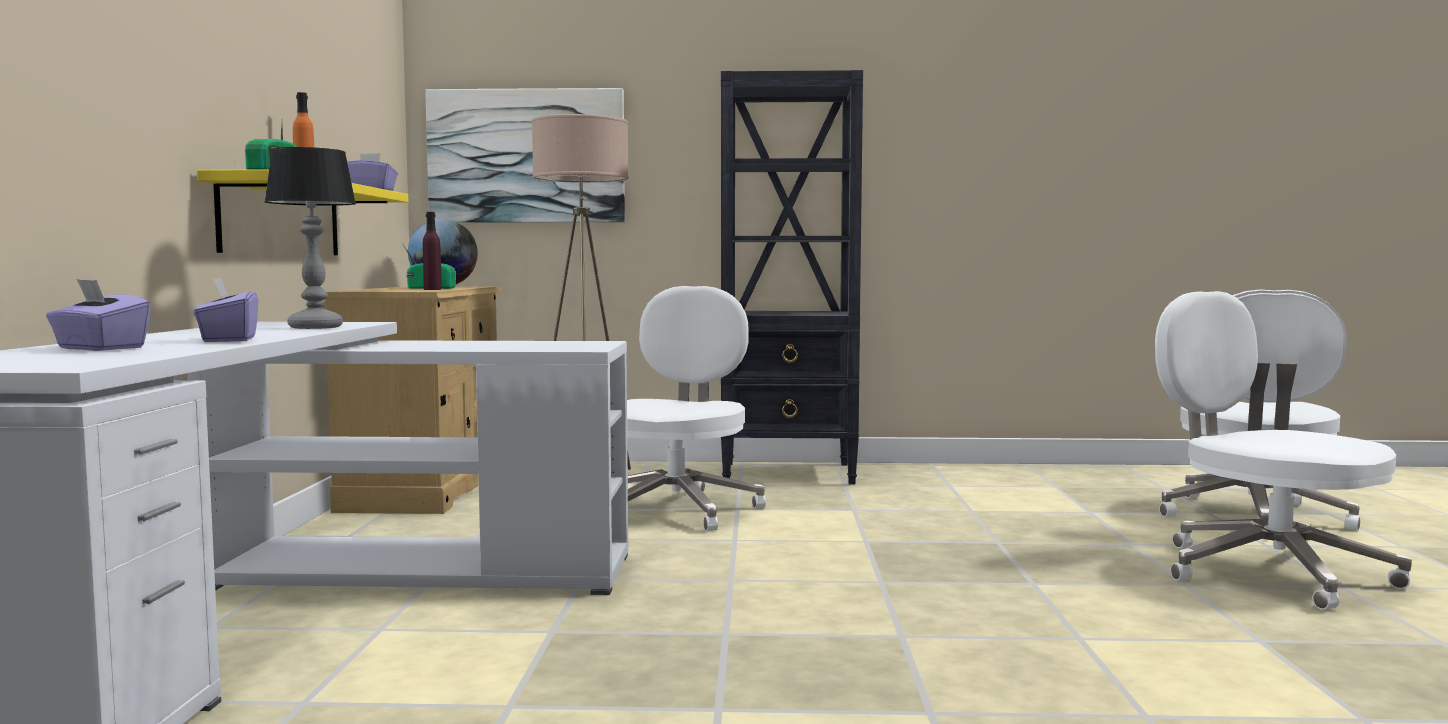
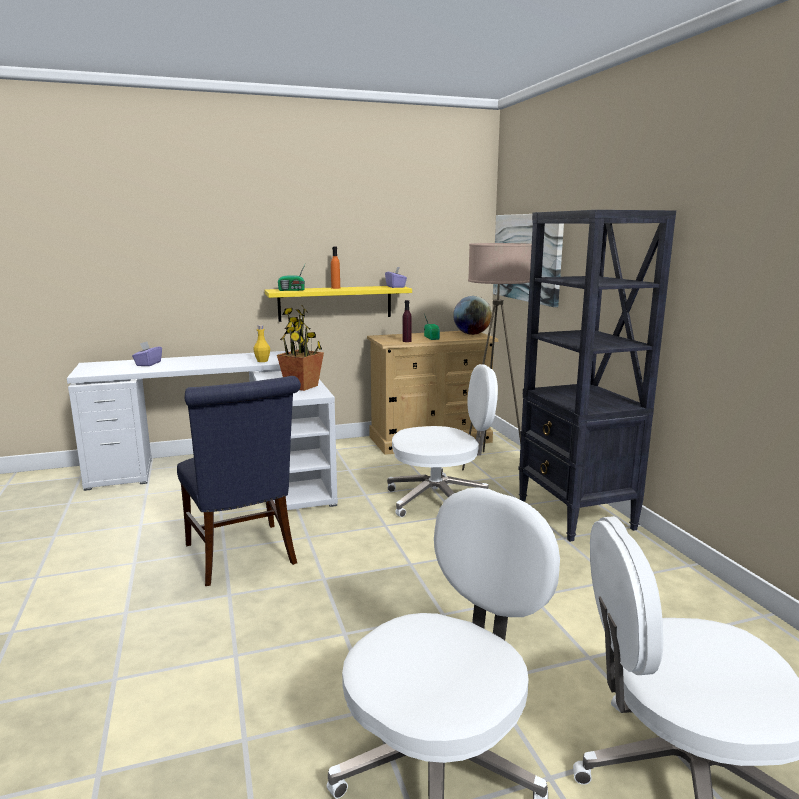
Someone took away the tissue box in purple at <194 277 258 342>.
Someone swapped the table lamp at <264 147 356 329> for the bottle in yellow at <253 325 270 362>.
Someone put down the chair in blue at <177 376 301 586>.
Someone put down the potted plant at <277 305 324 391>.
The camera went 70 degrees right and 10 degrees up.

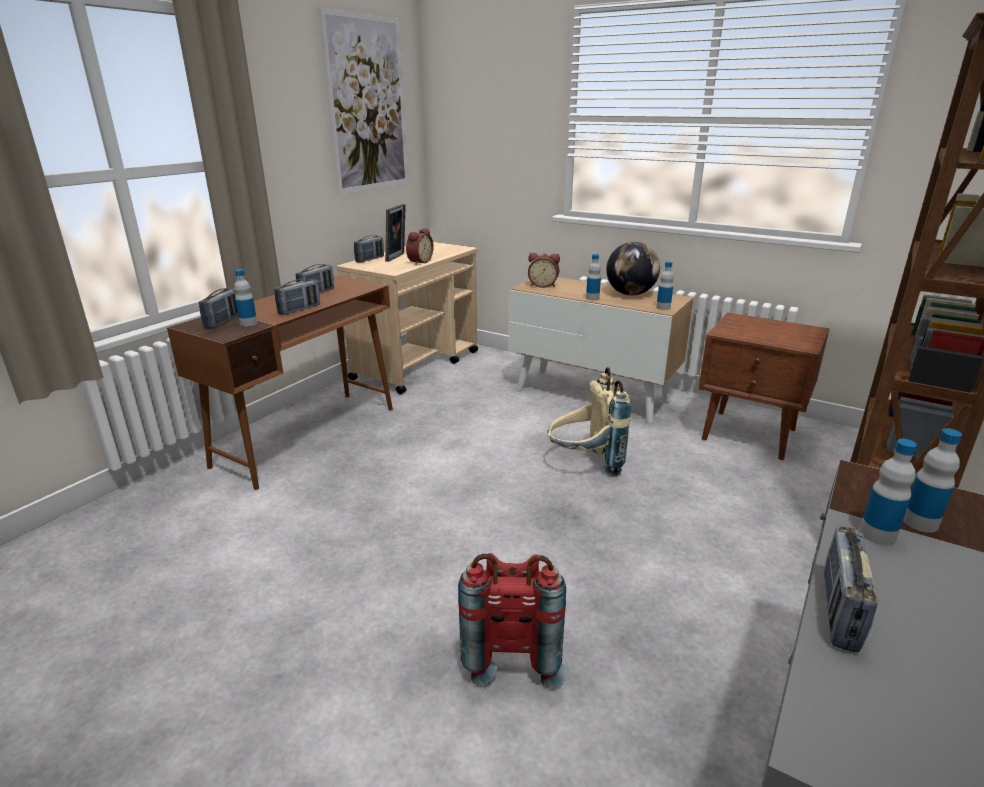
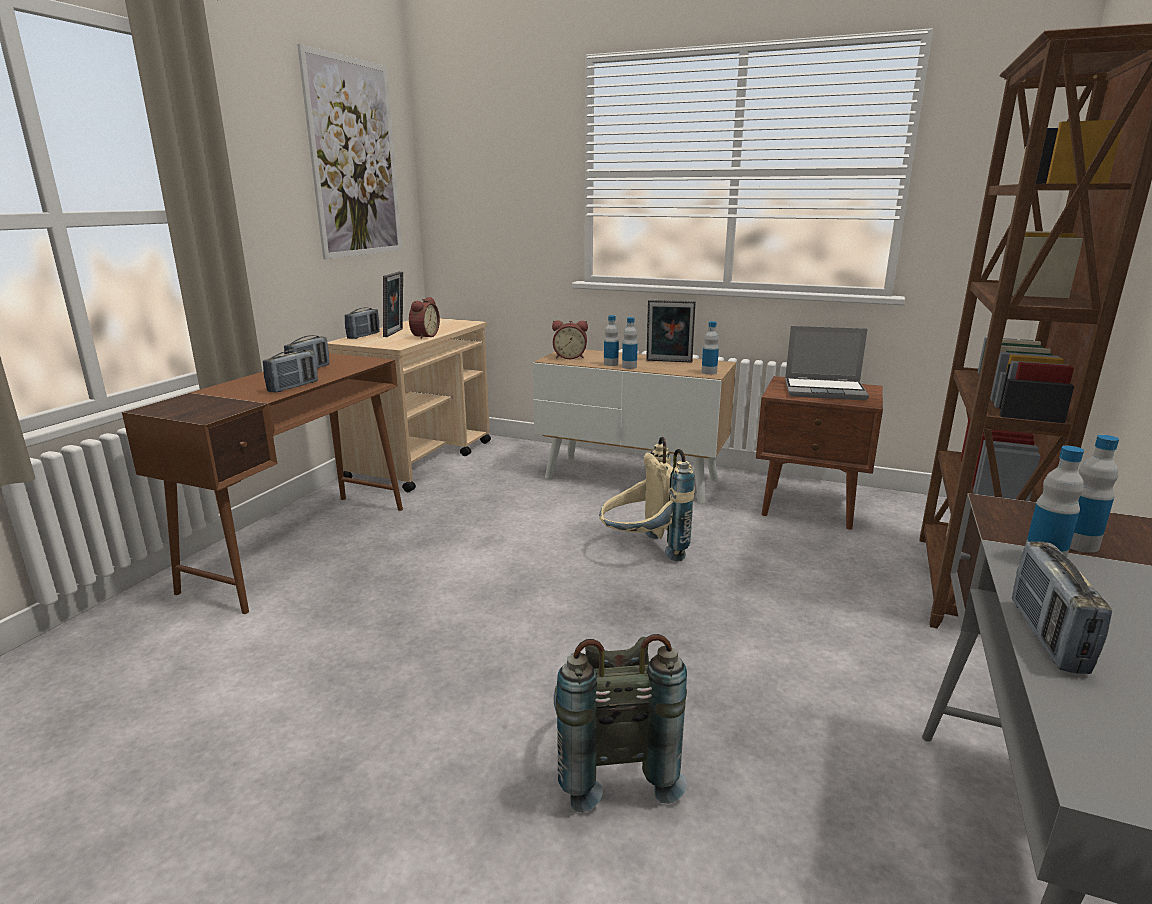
Someone took away the radio at <199 288 238 329>.
Someone carried the bottle from <234 269 257 327> to <604 315 619 366>.
Someone repainted the backpack in red at <458 553 567 689>, which became the backpack in grey at <554 634 687 813>.
Someone swapped the globe at <606 242 660 295> for the picture frame at <646 300 696 363>.
Someone put down the laptop at <785 326 869 400>.
The camera went 10 degrees left and 5 degrees down.

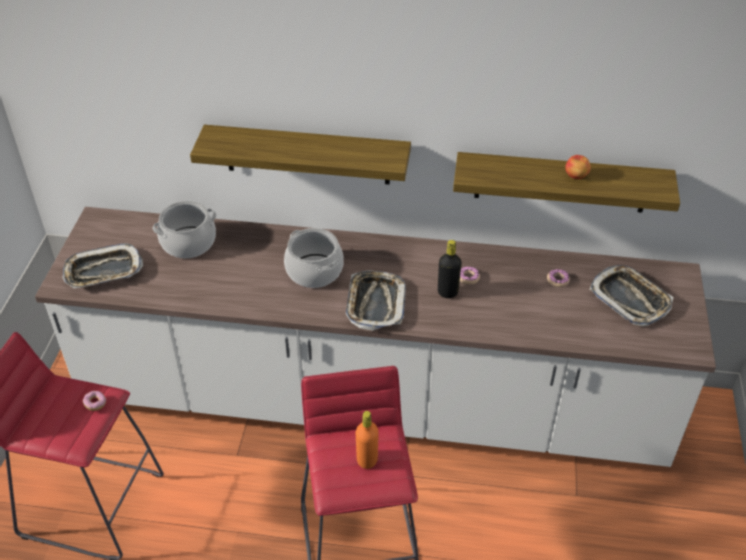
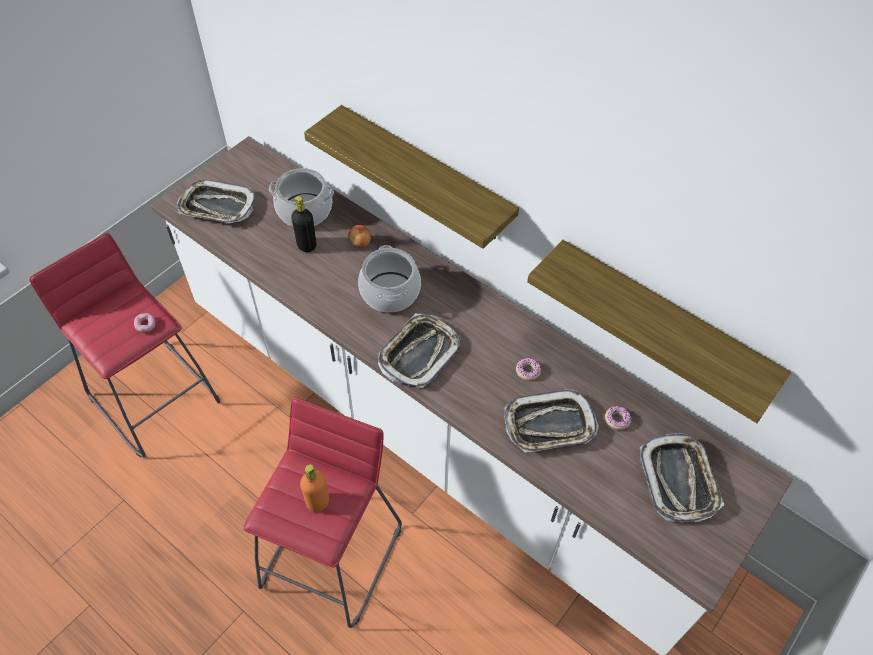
Someone carried the bottle in black from <438 240 462 298> to <291 196 316 252>.
Someone carried the apple from <565 155 591 179> to <349 225 371 248>.
Someone put down the tray at <505 389 599 453>.
The camera went 30 degrees right and 10 degrees up.

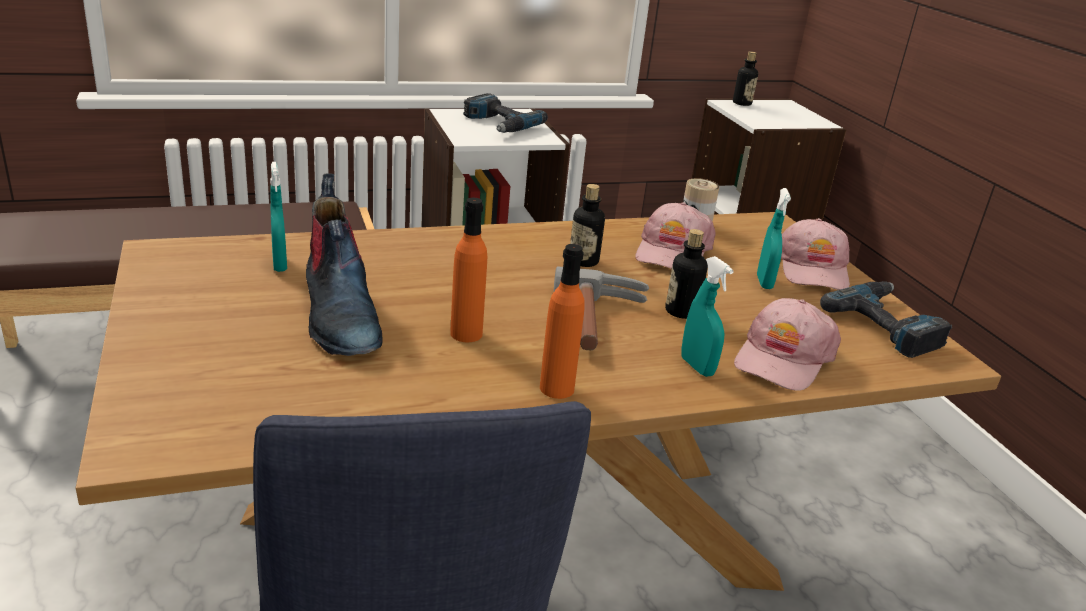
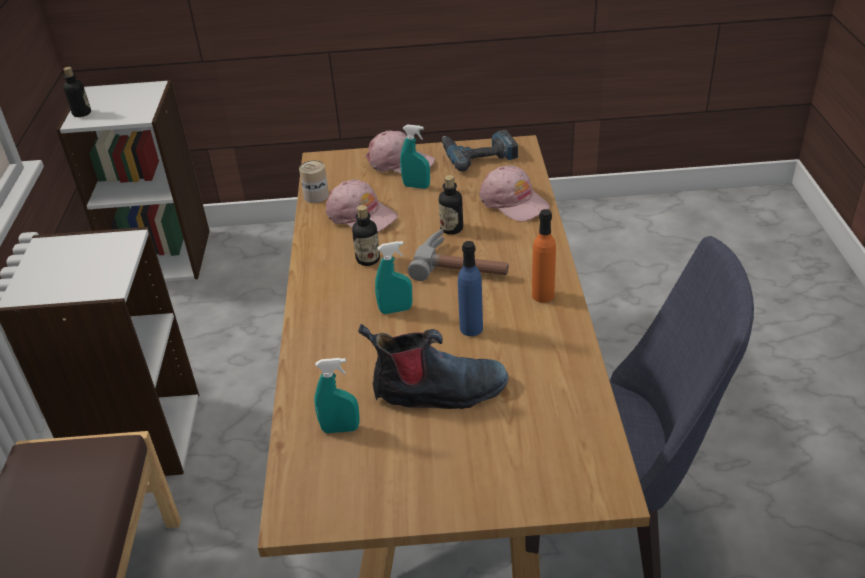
Someone repainted the bottle in orange at <450 198 487 342>, which became the bottle in blue at <458 241 483 336>.
Someone took away the power drill at <463 93 548 133>.
Someone carried the spray bottle in turquoise from <682 256 734 377> to <375 241 412 314>.
The camera went 70 degrees left and 10 degrees up.

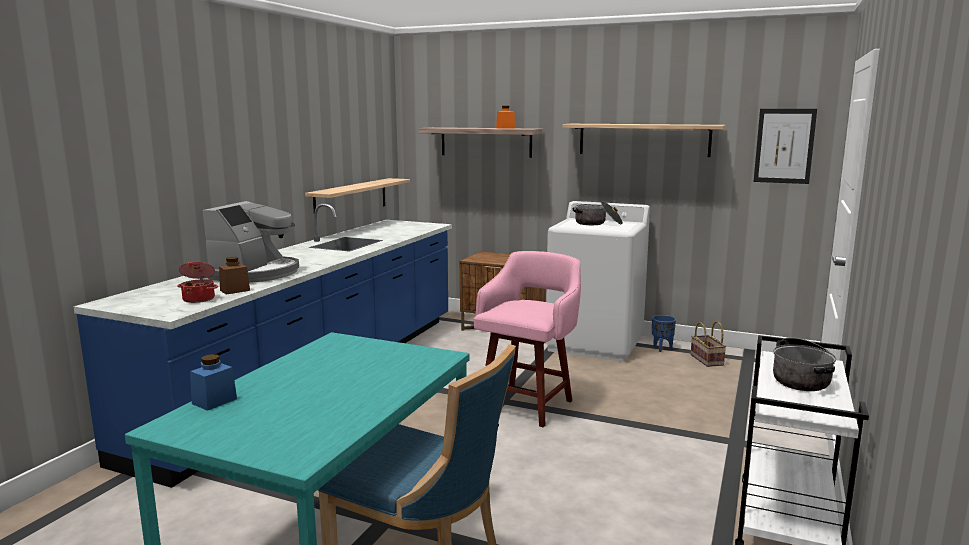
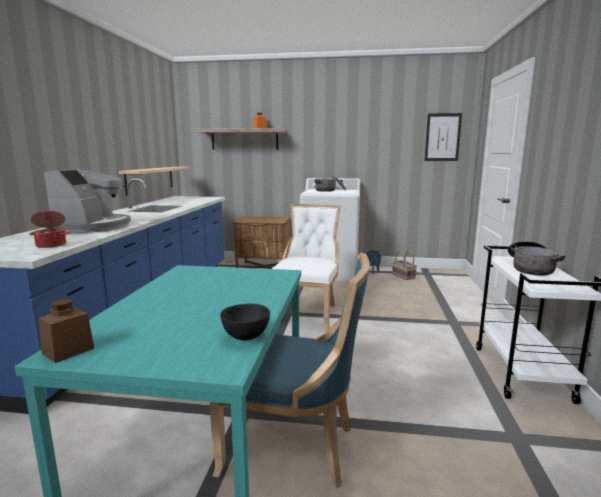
Someone took away the jar in blue at <190 354 237 411>.
Someone carried the jar in brown from <219 257 250 295> to <39 299 94 363>.
Someone swapped the stool in pink at <474 251 581 427> for the chair in white at <272 204 340 331>.
Someone took away the shelf at <563 124 726 157>.
Someone put down the bowl in black at <220 304 270 340>.
The camera went 15 degrees left and 0 degrees up.

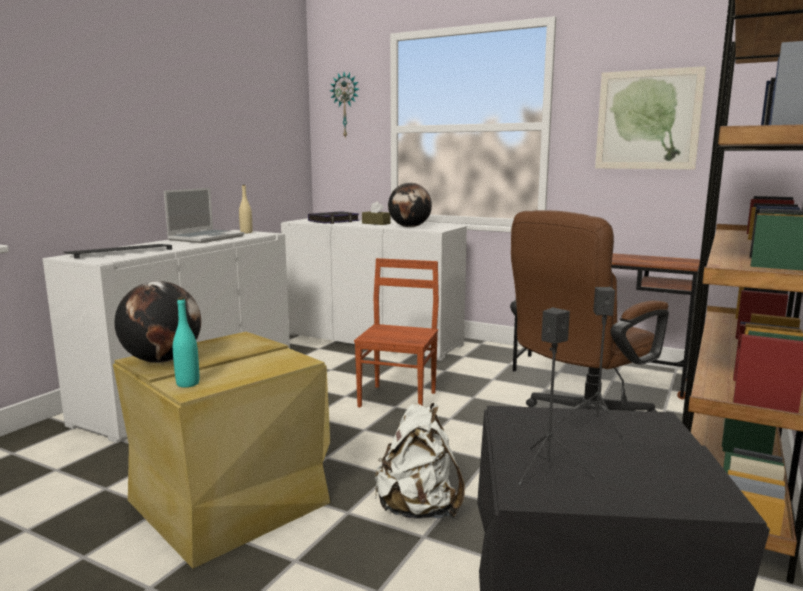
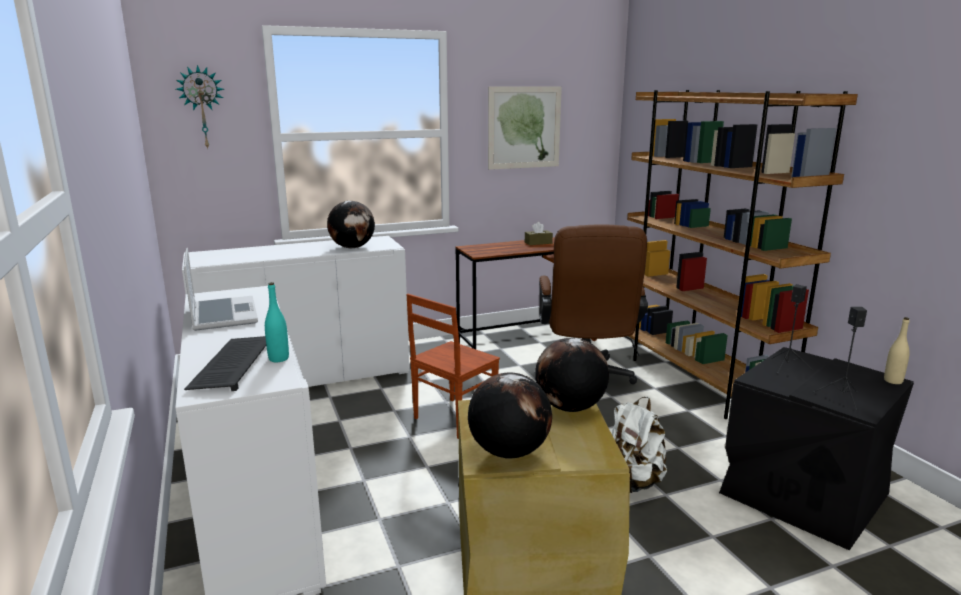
Someone carried the bottle in turquoise from <173 297 199 388> to <265 282 289 362>.
Someone carried the bottle in beige from <239 185 253 233> to <884 317 910 384>.
Someone took away the book at <308 211 359 224>.
Someone rotated the chair in brown at <354 258 439 407> by 105 degrees counterclockwise.
Someone carried the tissue box in brown from <362 201 390 225> to <525 222 553 245>.
Someone put down the globe at <535 338 609 412>.
The camera went 50 degrees left and 5 degrees up.

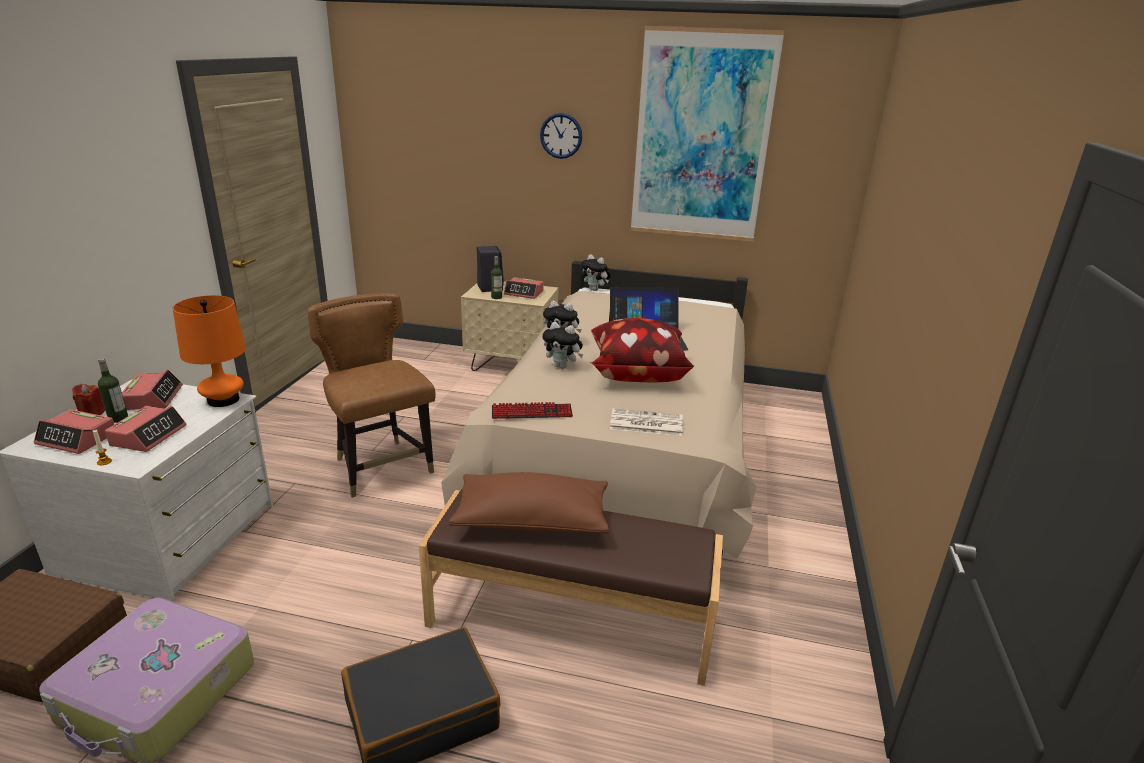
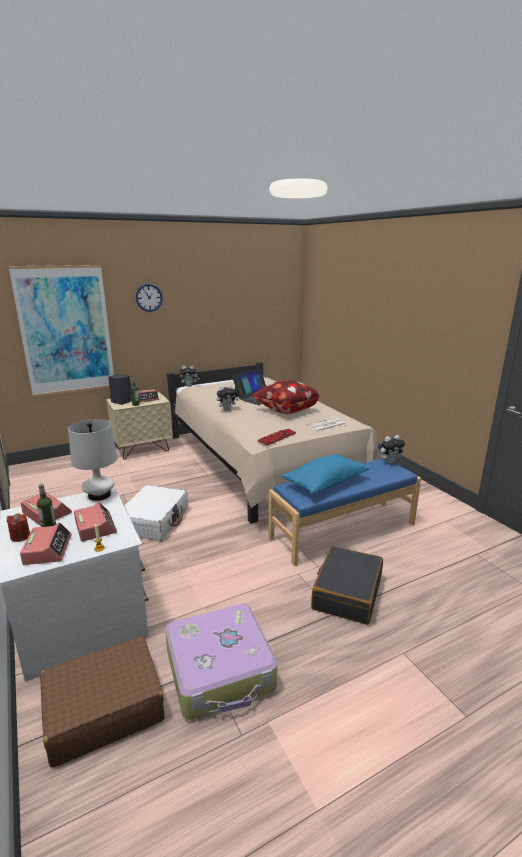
Someone rotated the alarm clock at <34 409 114 454> by 75 degrees counterclockwise.
Someone repainted the table lamp in orange at <173 295 246 407>, which became the table lamp in white at <68 419 117 501>.
Someone swapped the chair in brown at <307 293 436 498> for the suitcase in white at <124 485 188 541>.
Someone repainted the bench in brown at <419 489 723 686>, which became the bench in blue at <268 459 421 566>.
Someone repainted the pillow in brown at <449 472 609 534>, which became the pillow in blue at <282 454 369 494>.
Someone carried the plush toy from <542 322 584 369> to <380 435 405 464>.
Someone carried the picture from <630 26 785 242> to <8 265 114 397>.
The camera went 40 degrees left and 5 degrees down.

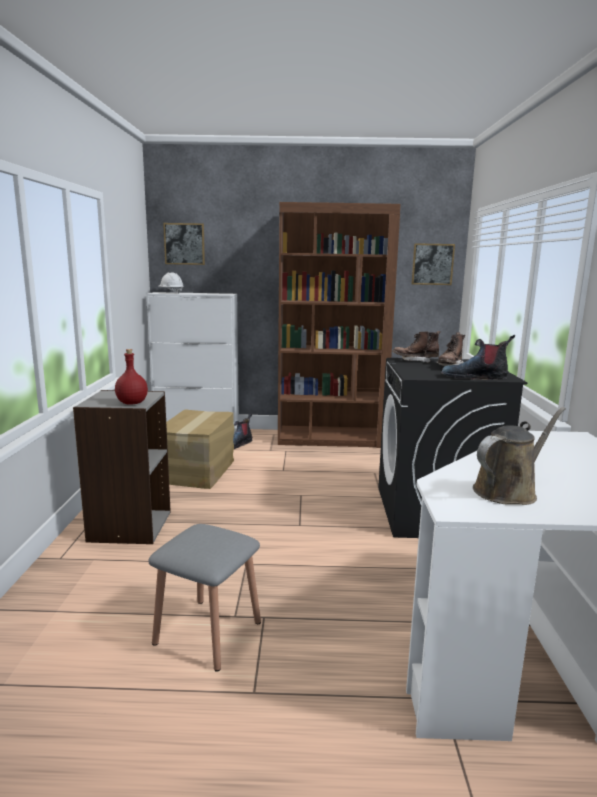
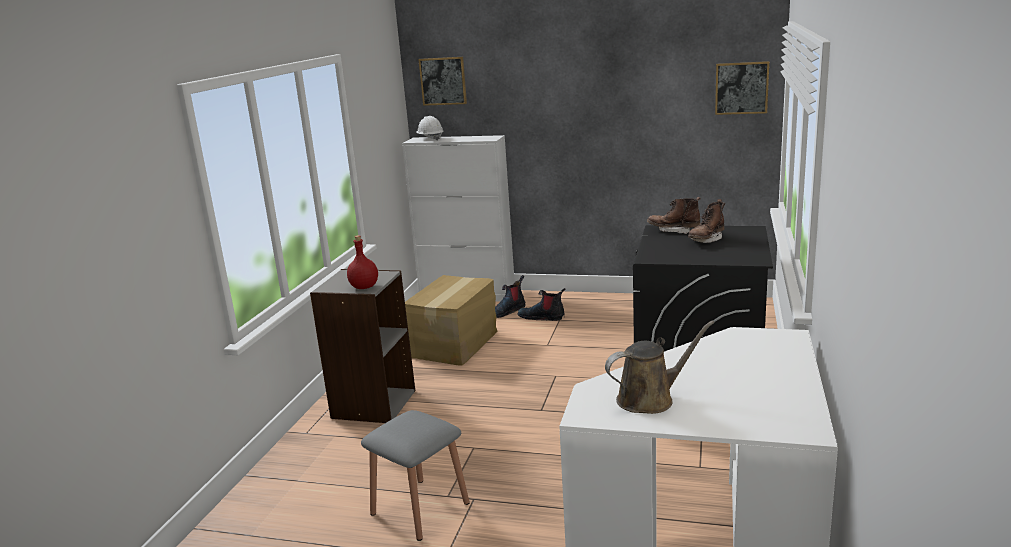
Someone took away the bookcase in brown at <278 202 401 448>.
Someone carried the boot from <441 335 515 380> to <517 288 565 321>.
The camera went 15 degrees right and 5 degrees up.

